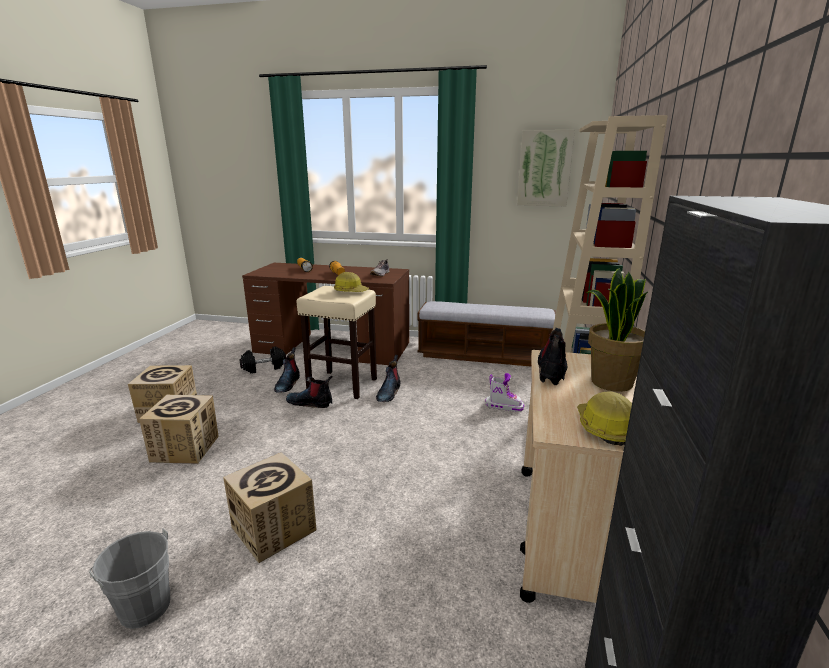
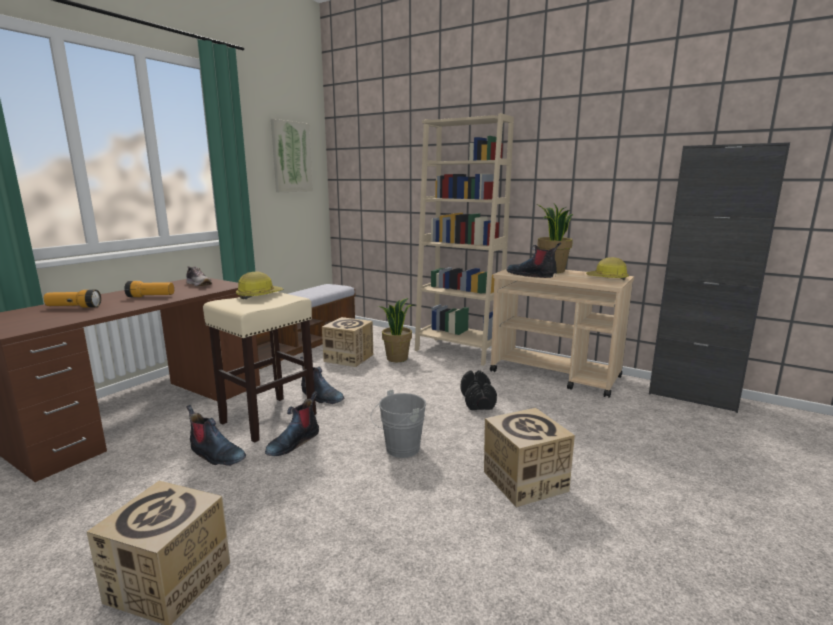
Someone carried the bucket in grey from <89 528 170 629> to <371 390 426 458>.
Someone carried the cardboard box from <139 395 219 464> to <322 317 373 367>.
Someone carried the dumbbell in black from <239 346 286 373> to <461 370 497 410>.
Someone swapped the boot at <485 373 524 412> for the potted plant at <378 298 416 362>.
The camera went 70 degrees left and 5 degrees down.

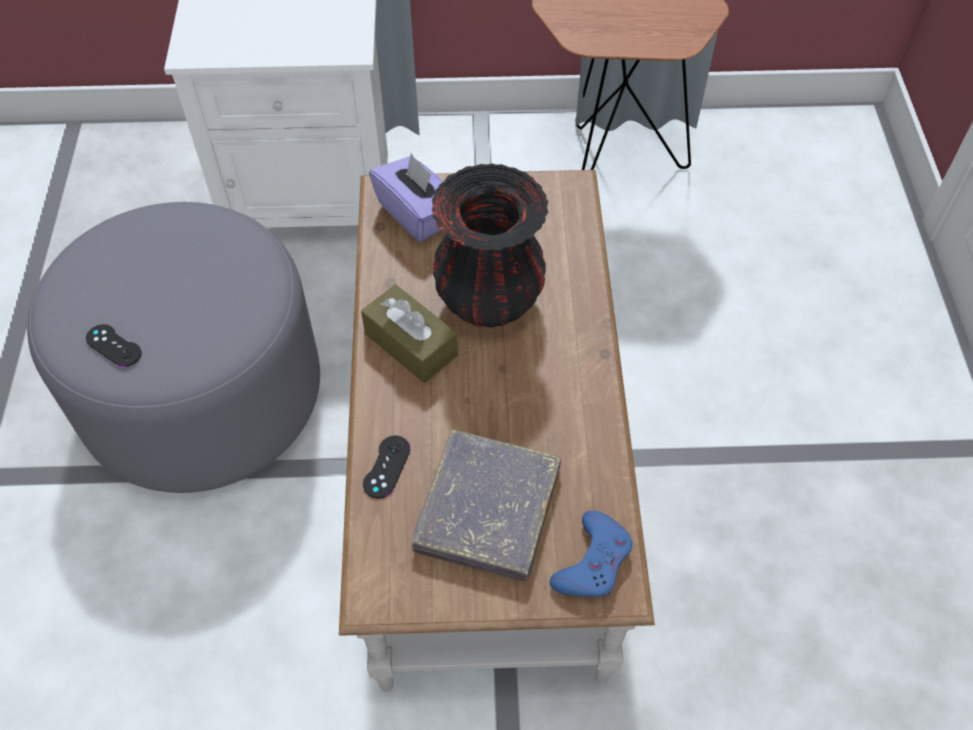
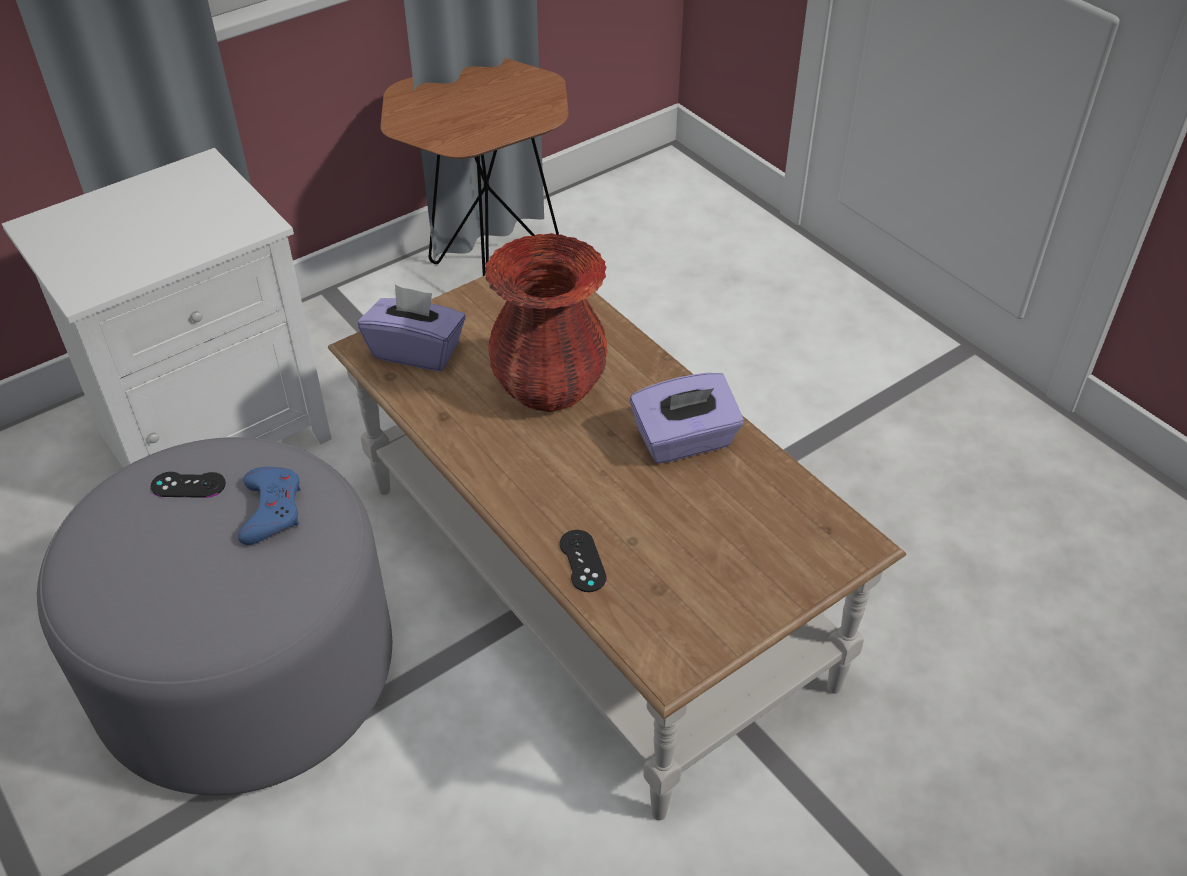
Someone carried the game controller in black from <86 324 142 367> to <151 472 226 498>.
Someone took away the tissue box in brown at <361 285 458 383>.
Someone took away the book in grey at <411 430 561 582>.
Someone repainted the vase in black at <432 164 548 328>, which became the vase in red at <485 233 608 412>.
Someone carried the game controller in blue from <550 511 633 597> to <238 467 301 545>.
Someone put down the tissue box in purple at <630 373 744 464>.
The camera went 35 degrees left and 10 degrees down.

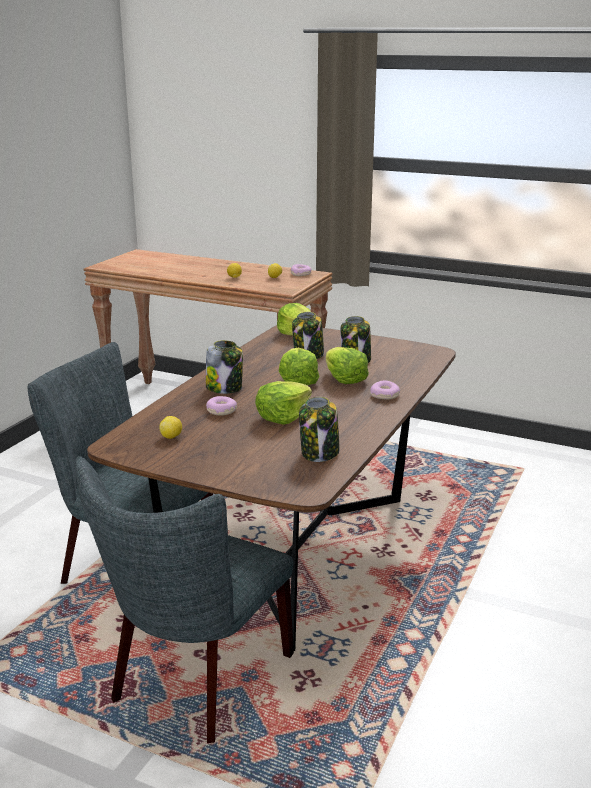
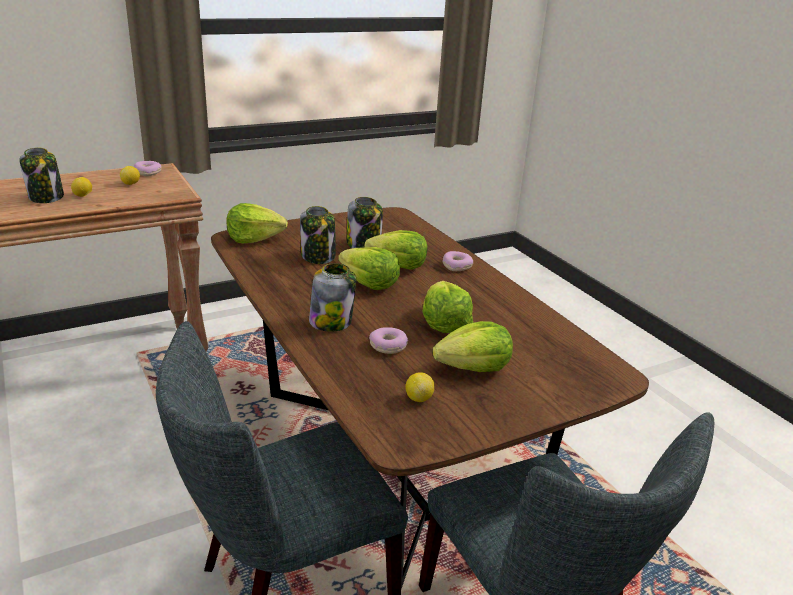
Someone carried the jar from <299 397 339 462> to <19 147 64 203>.
Someone put down the lettuce at <433 321 513 372>.
The camera went 55 degrees left and 5 degrees up.

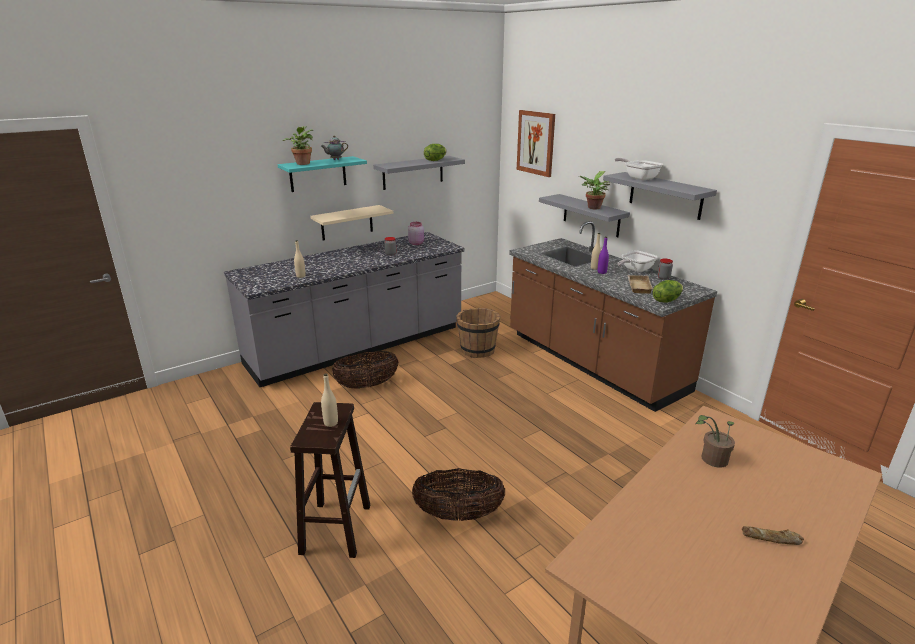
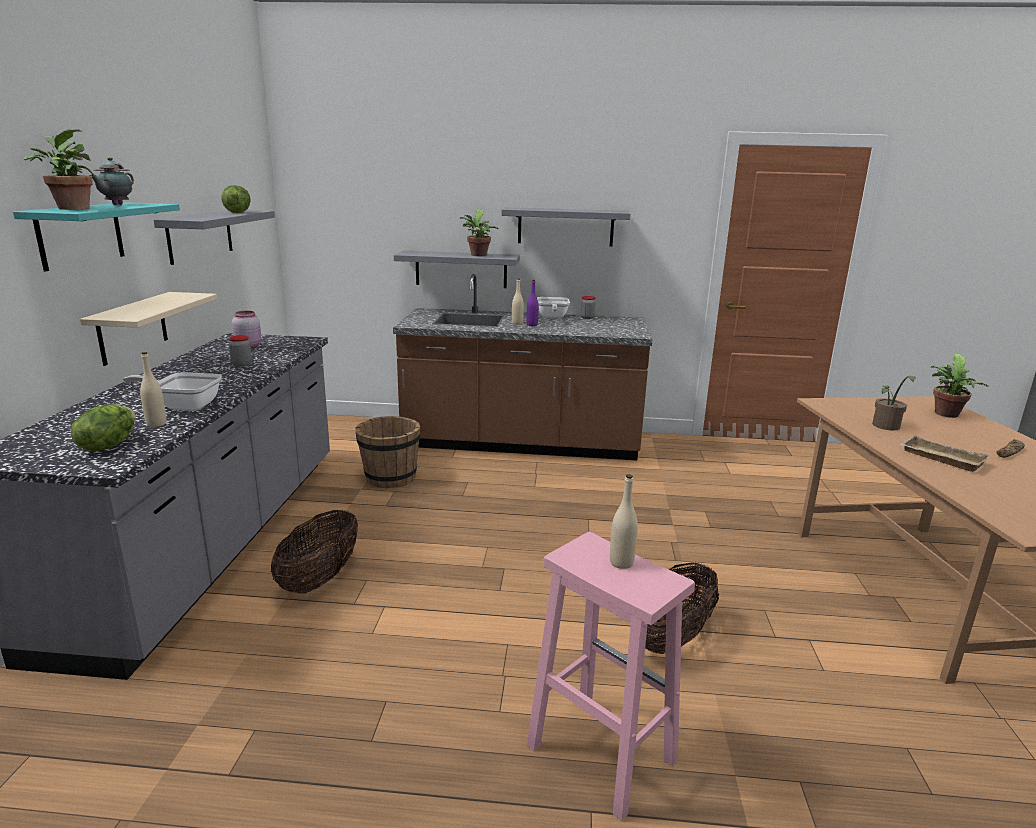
Someone repainted the stool in brown at <290 402 370 558>, which became the stool in pink at <527 532 695 821>.
Someone took away the picture at <517 110 555 177>.
Someone carried the frying pan from <615 158 663 180> to <123 372 222 411>.
Someone carried the tray in beige from <627 275 653 294> to <900 435 991 472>.
Someone carried the lettuce from <653 280 683 303> to <71 404 136 451>.
Someone put down the potted plant at <931 354 988 418>.
The camera went 50 degrees left and 5 degrees down.

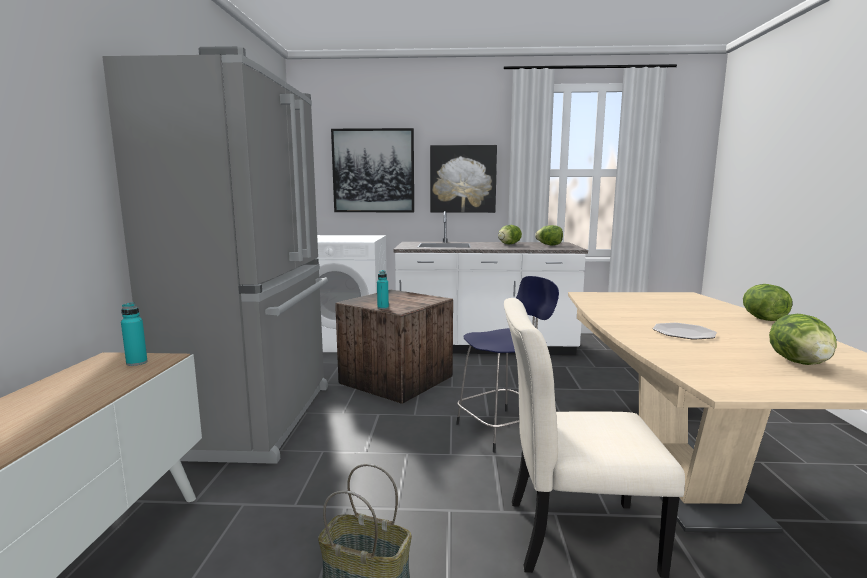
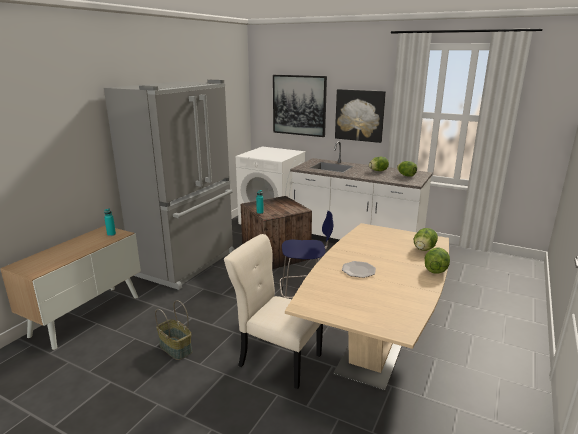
Someone carried the lettuce from <769 314 837 365> to <414 228 438 251>.
The camera went 25 degrees right and 10 degrees up.

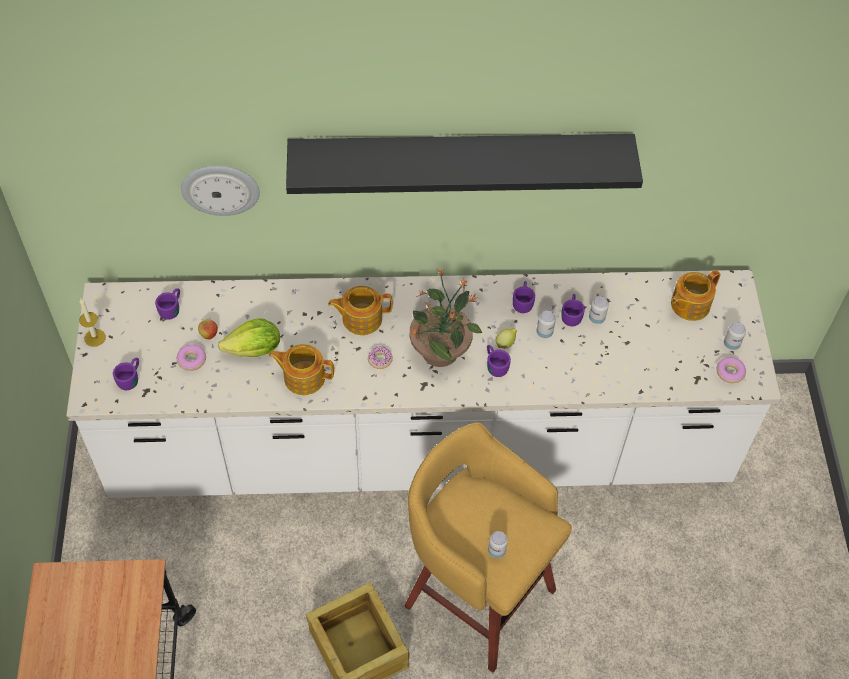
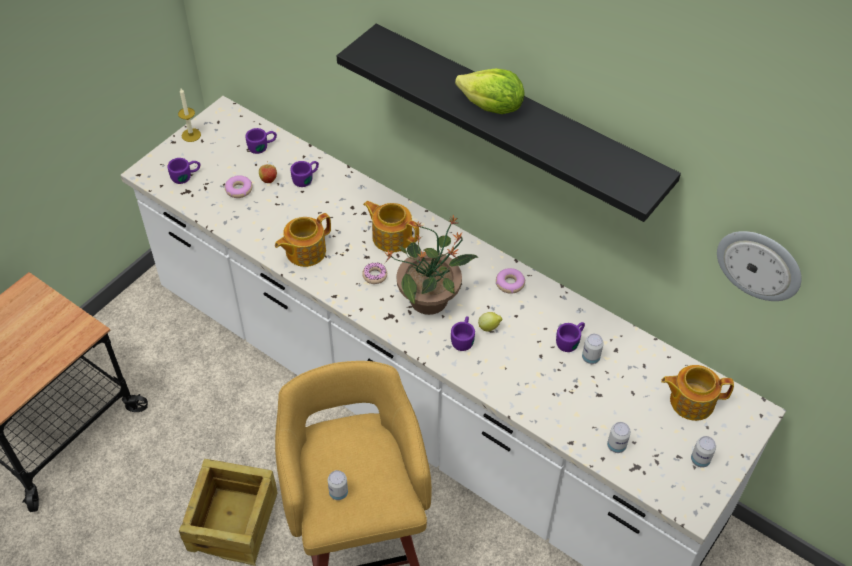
Someone carried the wall clock from <181 166 260 216> to <717 231 802 301>.
Someone carried the lettuce from <218 318 280 357> to <455 68 525 114>.
Someone rotated the teapot at <269 344 334 395> by 90 degrees counterclockwise.
Someone carried the mug in purple from <513 281 535 313> to <290 161 319 187>.
Someone carried the can from <537 310 556 338> to <607 422 631 453>.
Someone carried the donut from <717 357 746 383> to <496 268 525 294>.
The camera went 40 degrees right and 5 degrees down.

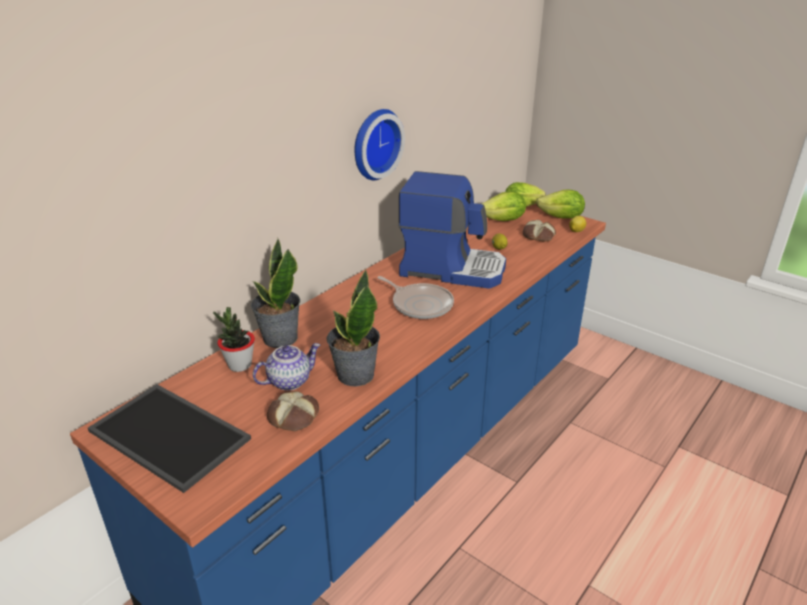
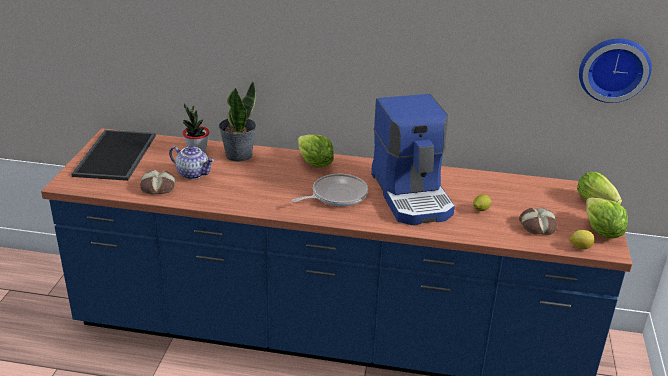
Someone took away the potted plant at <326 269 380 387>.
Someone carried the wall clock from <354 109 405 180> to <579 39 652 103>.
Someone rotated the frying pan at <377 276 454 319> by 135 degrees counterclockwise.
Someone carried the lettuce from <482 191 526 221> to <298 135 334 168>.
The camera went 60 degrees right and 0 degrees up.

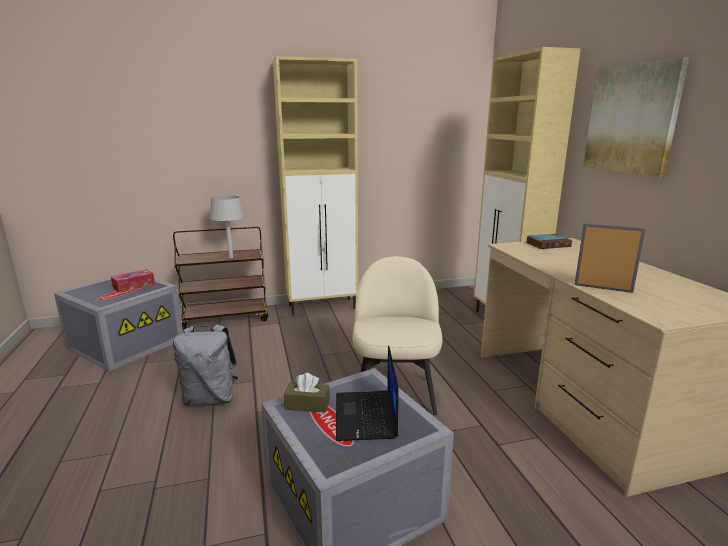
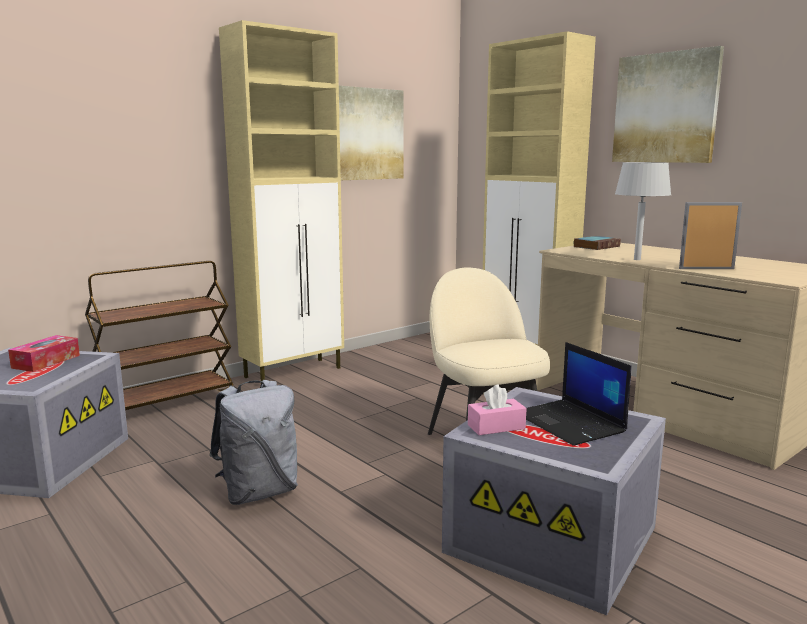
Someone carried the table lamp in grey from <209 195 245 258> to <615 162 671 260>.
Someone repainted the tissue box in brown at <284 373 330 413>, which became the tissue box in pink at <468 385 526 435>.
Someone put up the picture at <339 86 403 180>.
The camera went 25 degrees left and 5 degrees down.

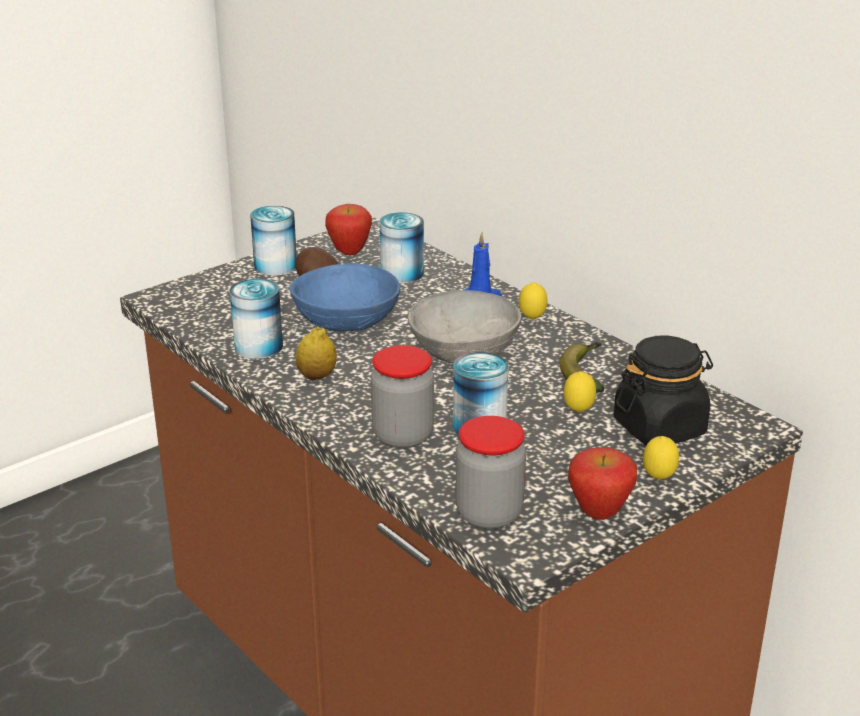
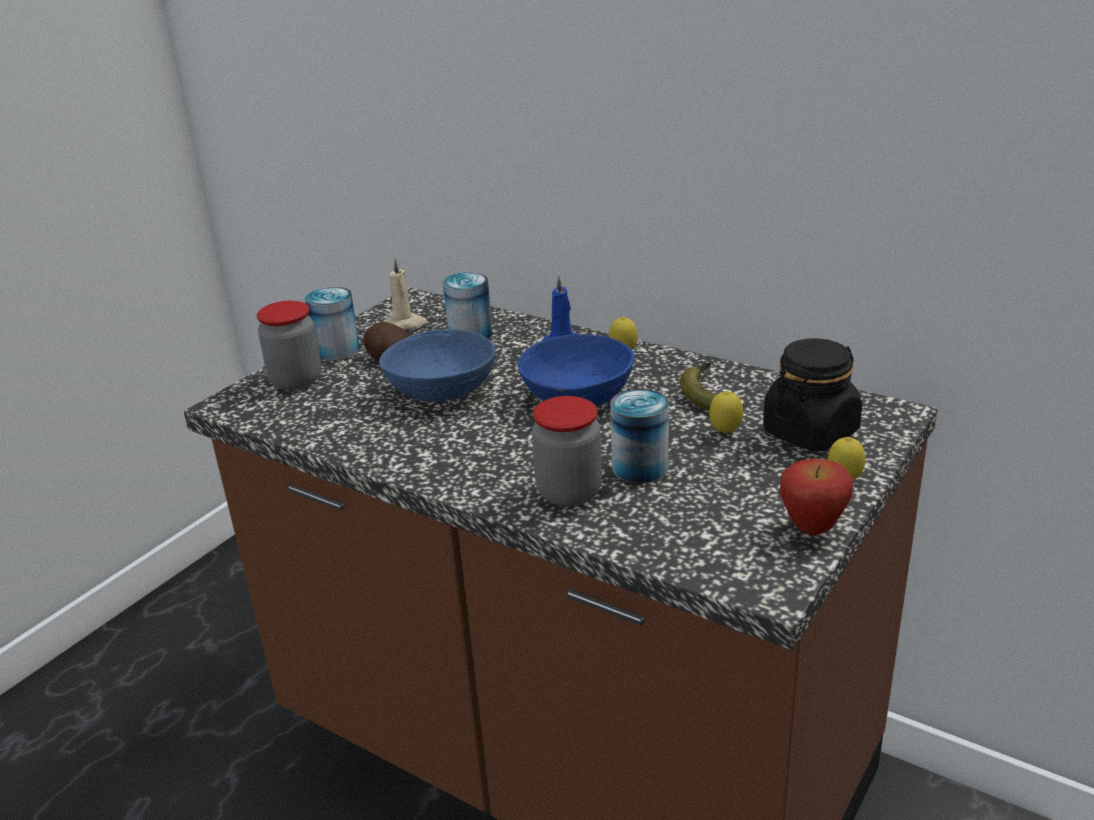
Someone took away the can at <230 279 283 359>.
Someone took away the lemon at <296 326 337 380>.
Someone swapped the apple at <325 204 372 256> for the candle in beige at <383 258 427 330>.
Someone repainted the bowl in grey at <408 290 522 363>, which became the bowl in blue at <518 334 634 407>.
Someone carried the jar from <455 416 526 529> to <257 301 321 390>.
The camera went 15 degrees left and 0 degrees up.

